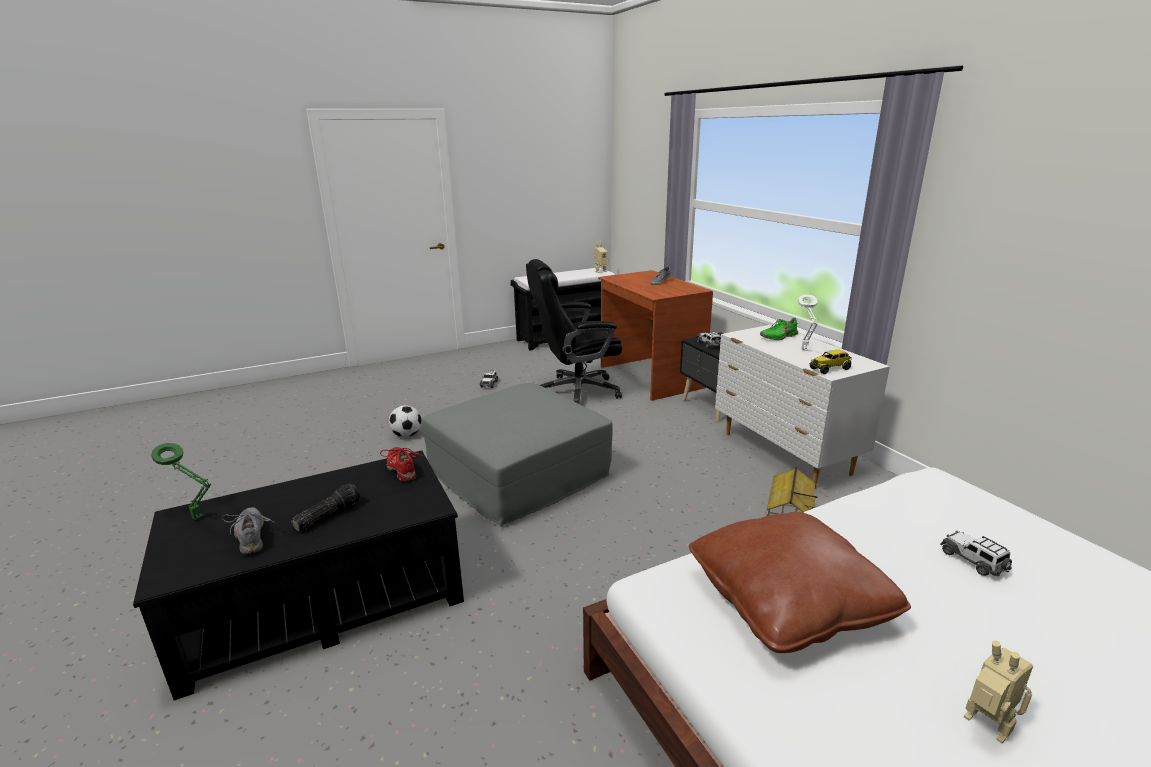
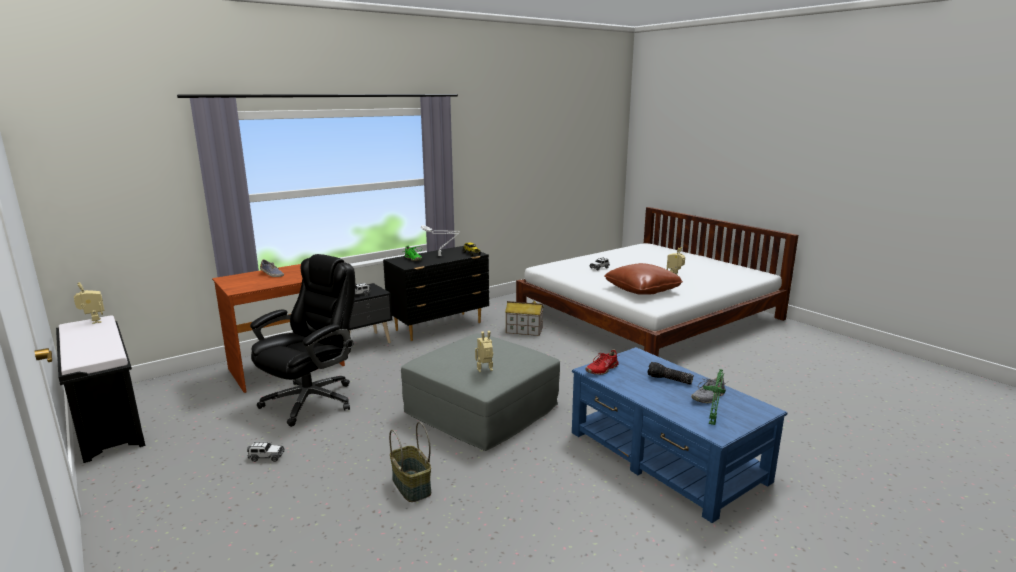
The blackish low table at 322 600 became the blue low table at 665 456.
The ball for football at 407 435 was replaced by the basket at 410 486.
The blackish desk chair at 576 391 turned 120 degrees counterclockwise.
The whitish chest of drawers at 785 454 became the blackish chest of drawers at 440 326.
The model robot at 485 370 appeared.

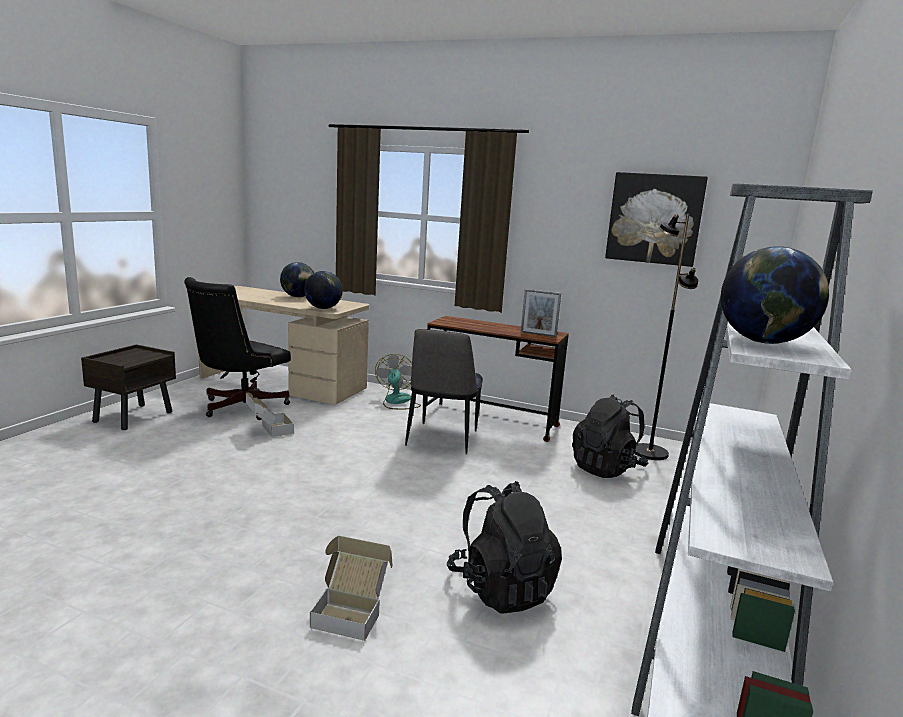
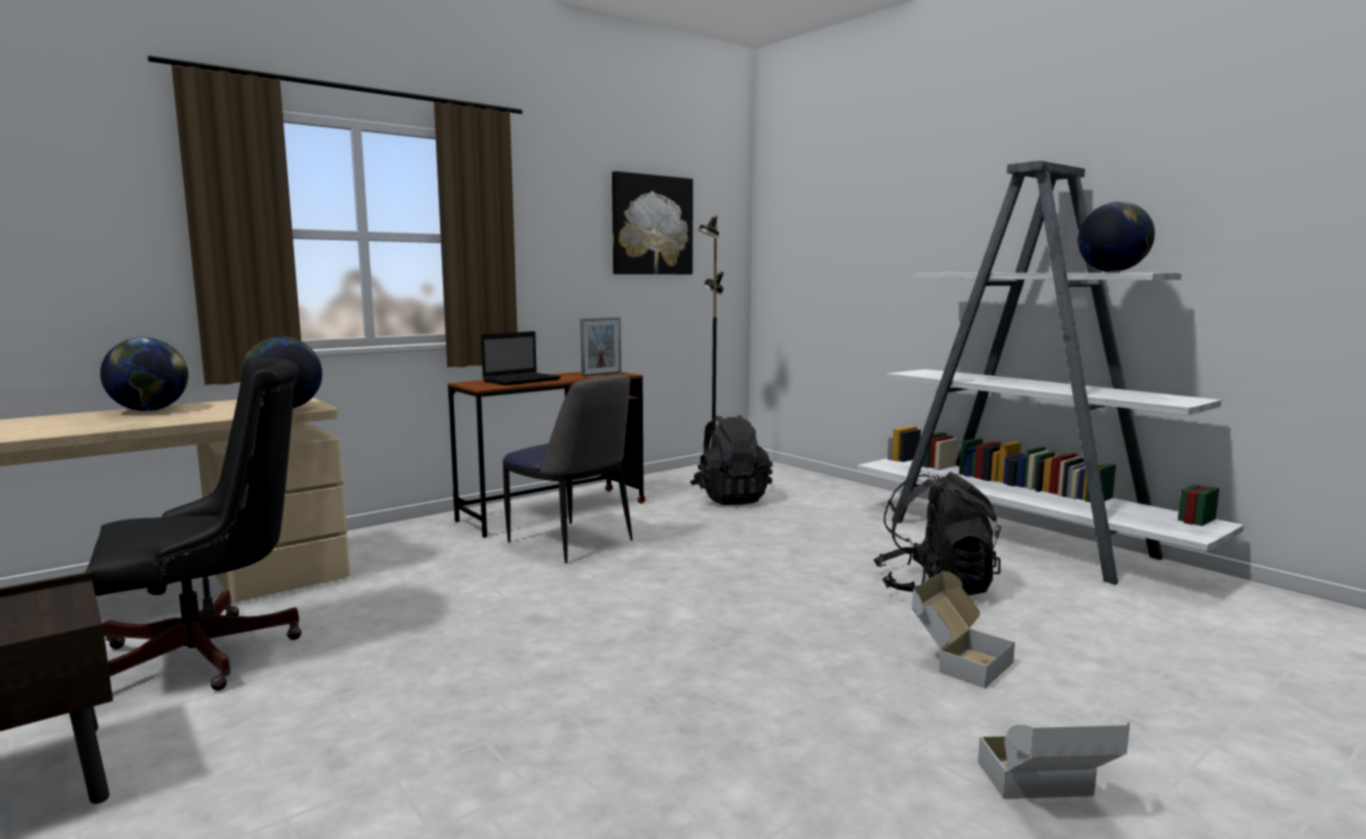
The blackish desk chair at 239 408 turned 90 degrees counterclockwise.
The packing box moved from 268 430 to 1045 794.
The electric fan at 397 402 disappeared.
The notebook computer at 523 380 appeared.

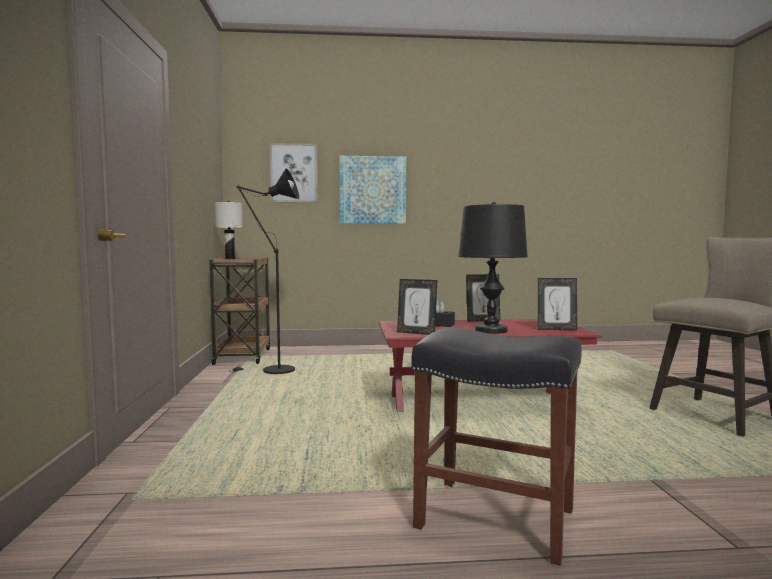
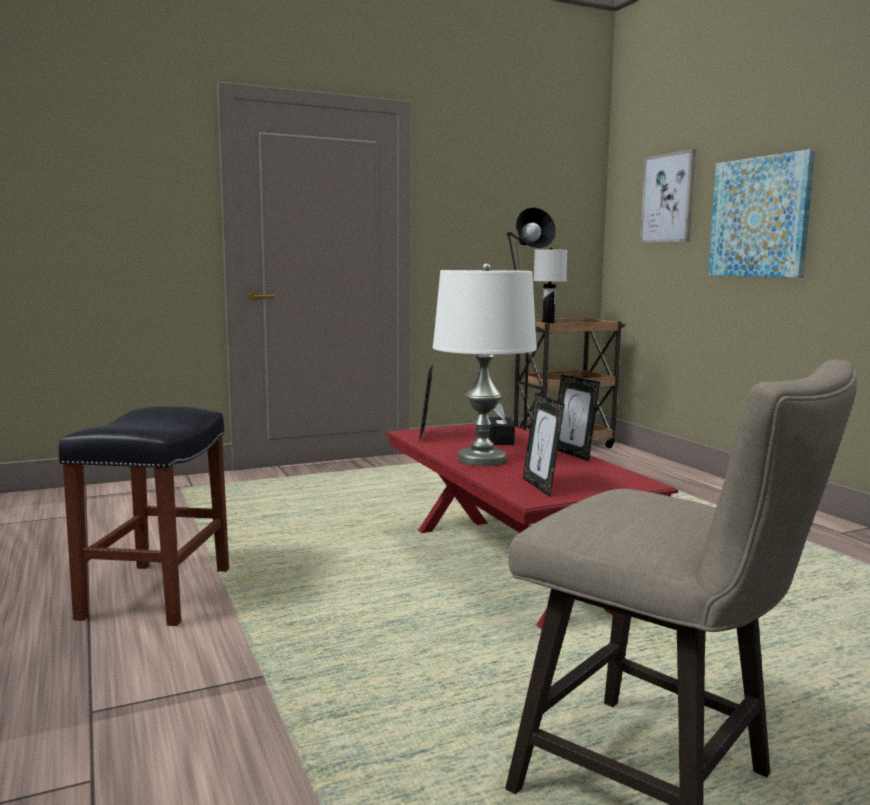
The blackish table lamp at 491 330 became the whitish table lamp at 482 459.

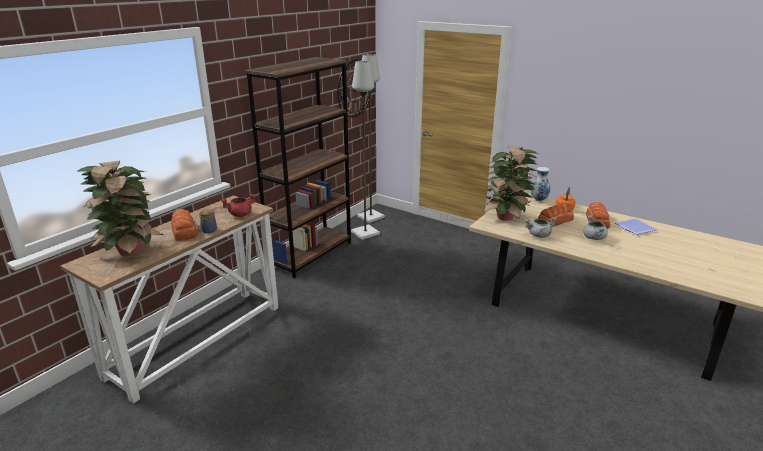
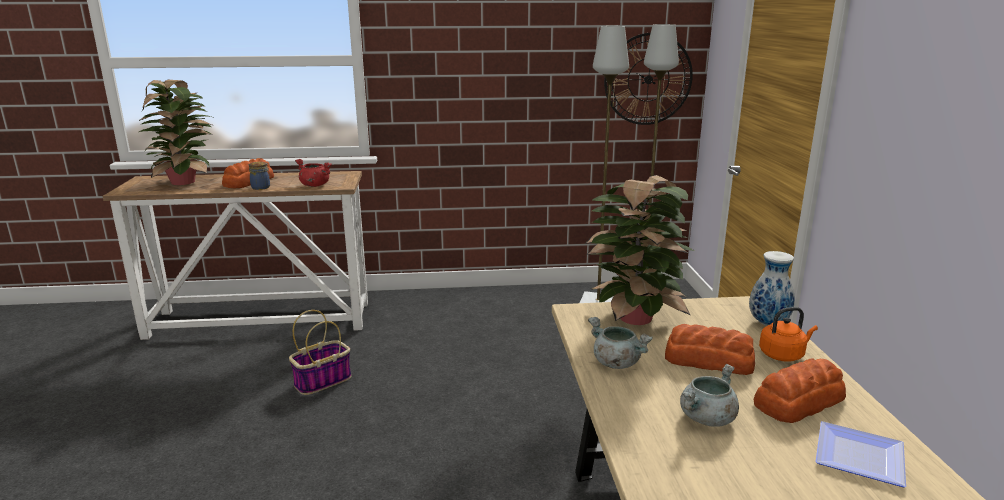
The brown-coloured bookshelf at 311 254 disappeared.
The basket at 323 381 appeared.

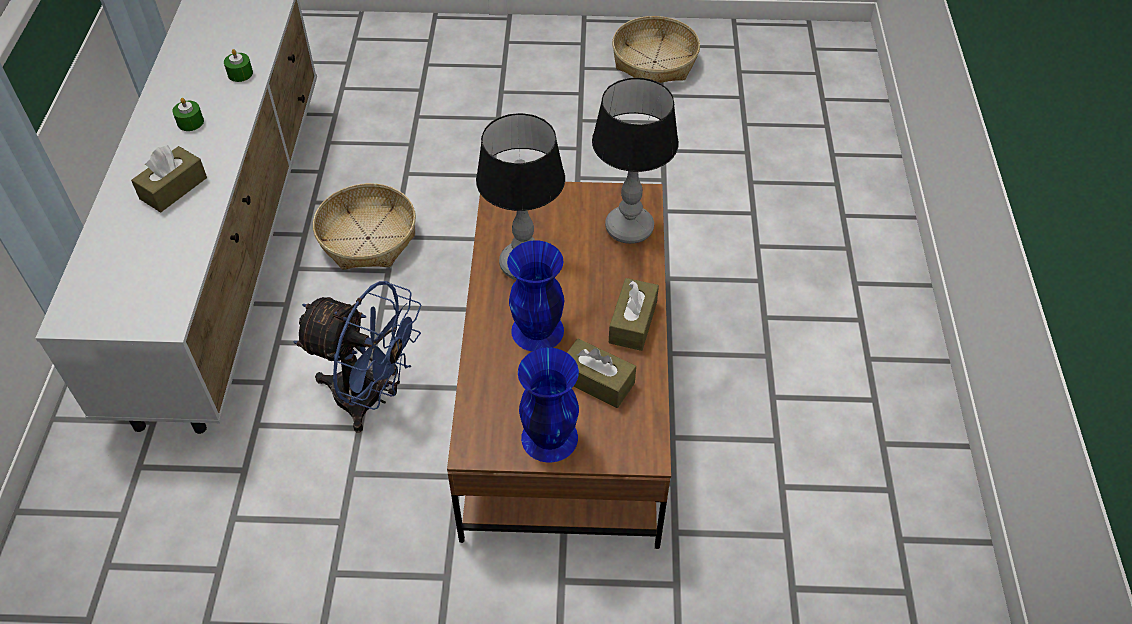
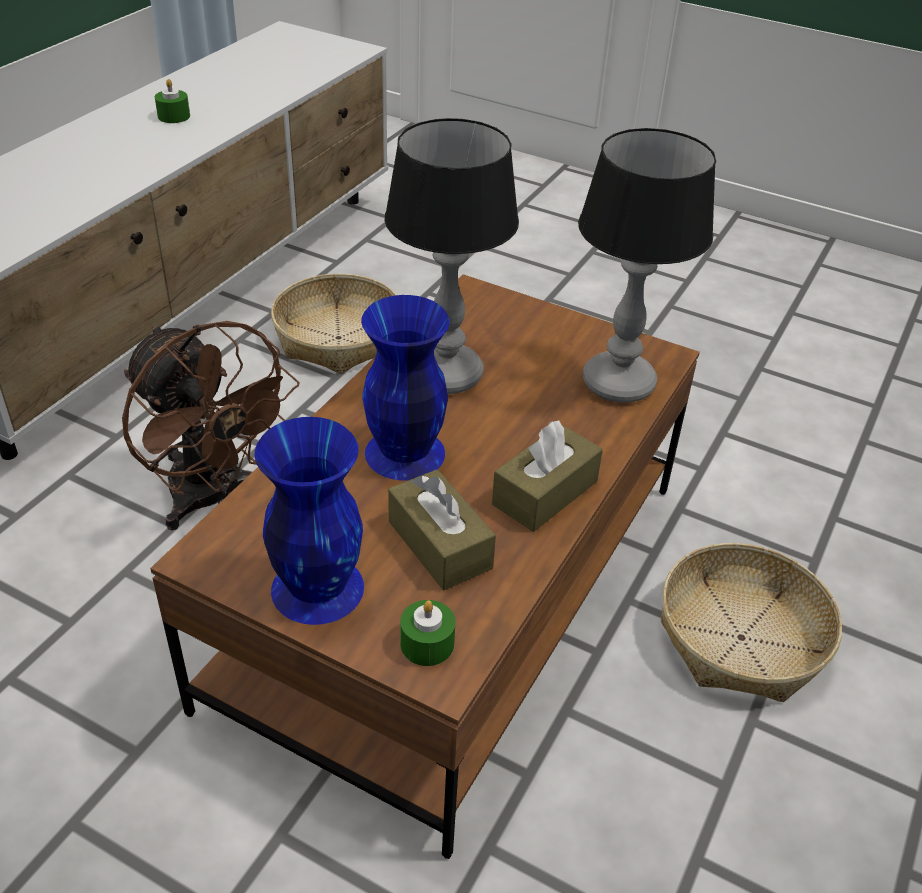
The brown-coloured tissue box at 173 188 disappeared.
The greenish candle moved from 240 73 to 427 644.
The blue electric fan at 371 398 became the brown-coloured electric fan at 214 499.
The basket moved from 654 62 to 740 637.

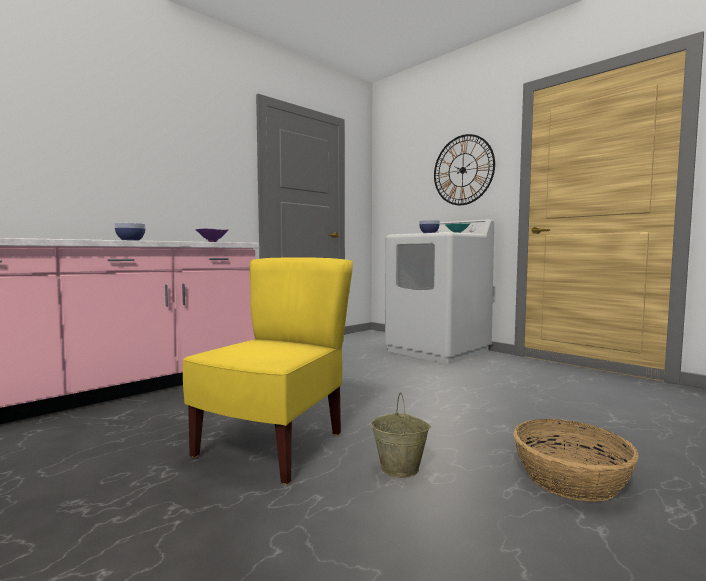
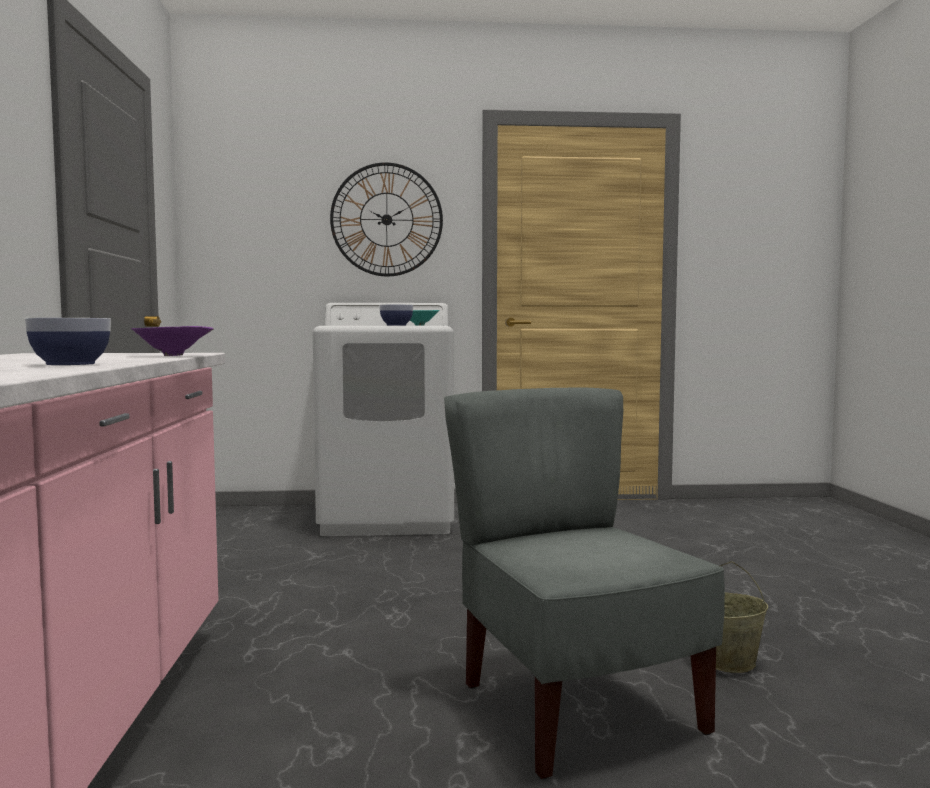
The yellow chair at 273 445 became the greyish chair at 576 710.
The basket at 570 479 disappeared.

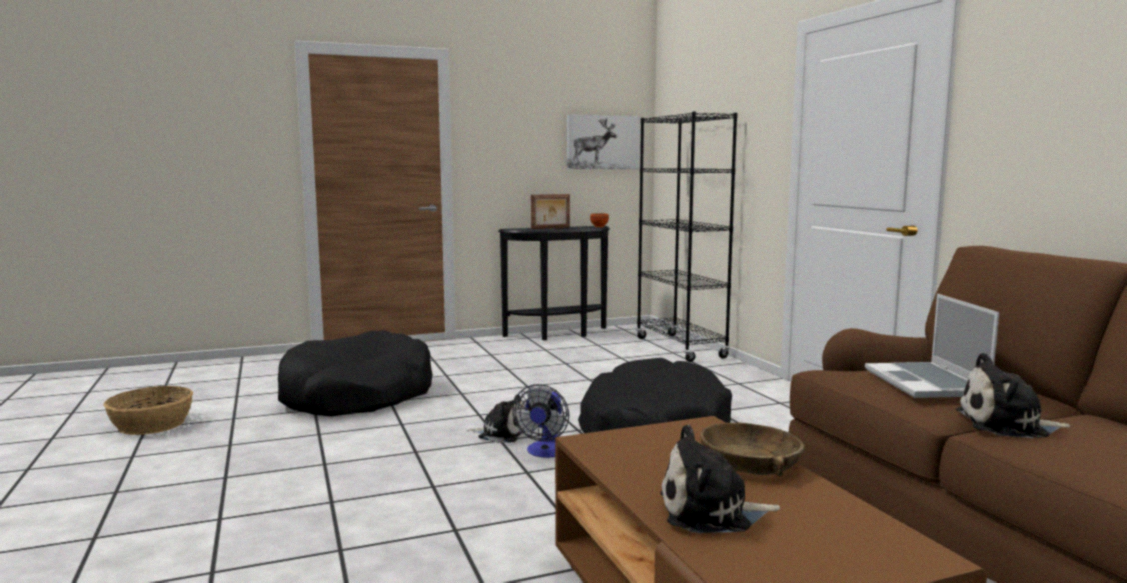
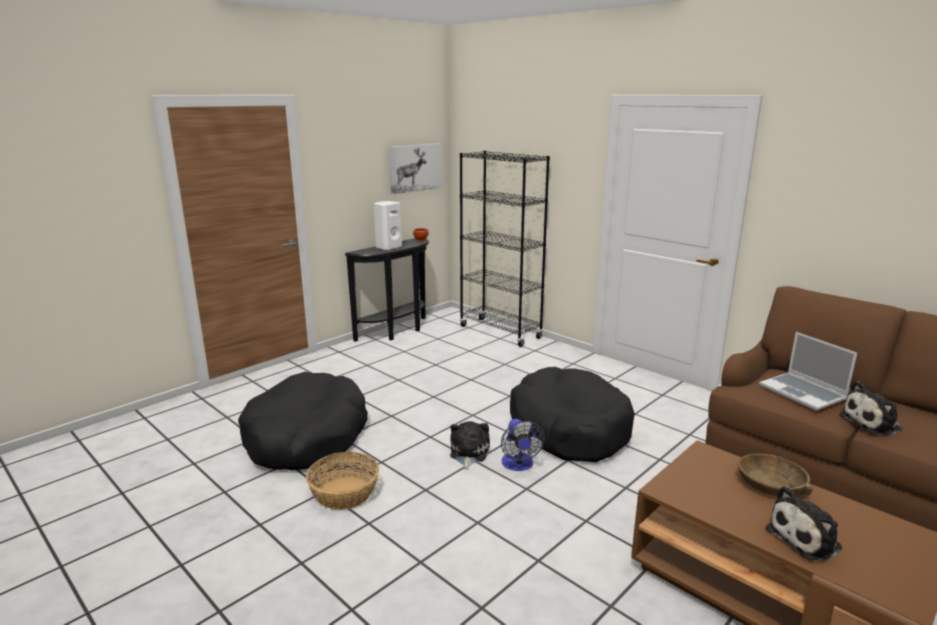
The basket moved from 151 425 to 344 493.
The plush toy at 502 433 turned 75 degrees counterclockwise.
The standing frame at 550 228 was replaced by the whitish speaker at 388 247.

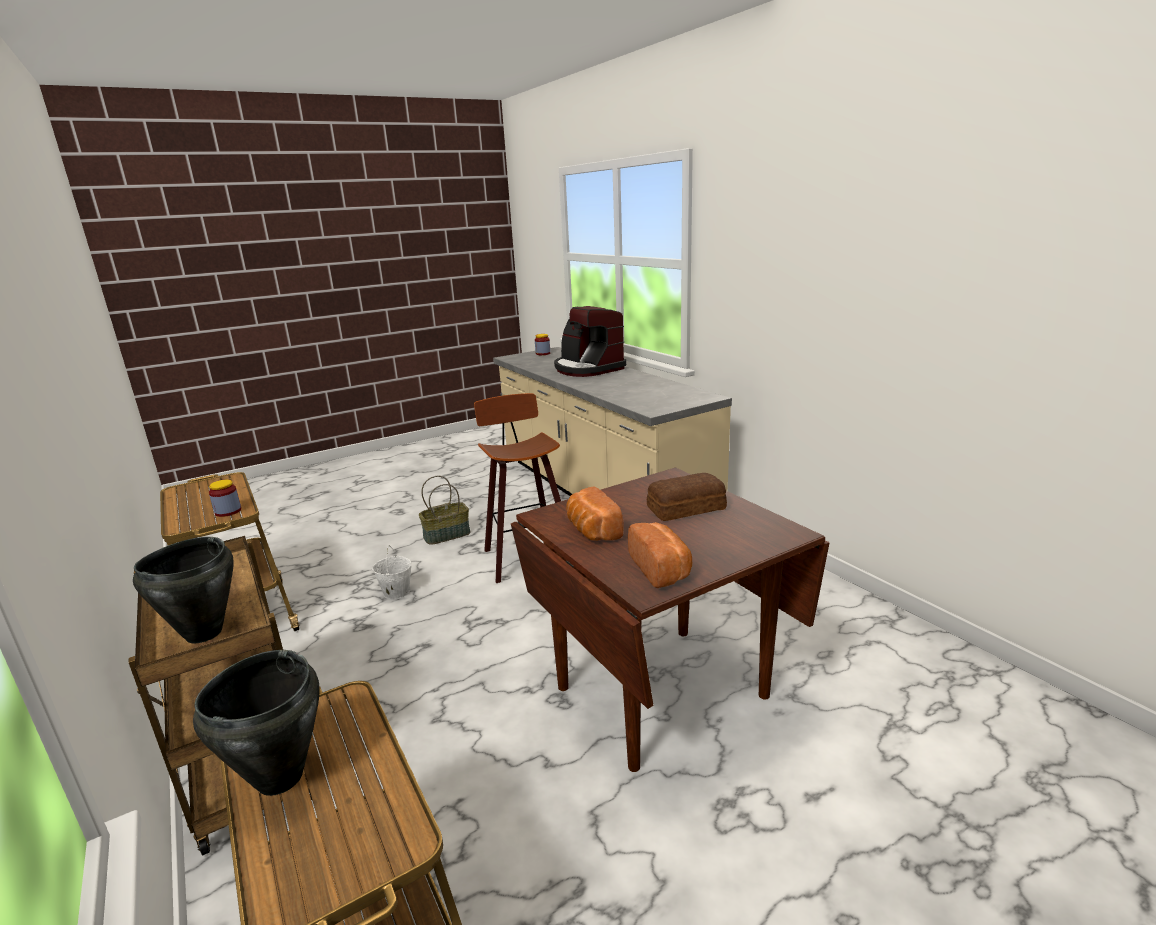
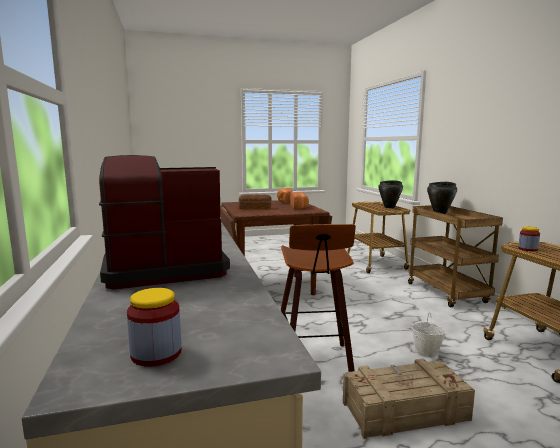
The basket at 447 535 was replaced by the shipping crate at 403 411.
The coffee maker at 587 368 turned 90 degrees counterclockwise.

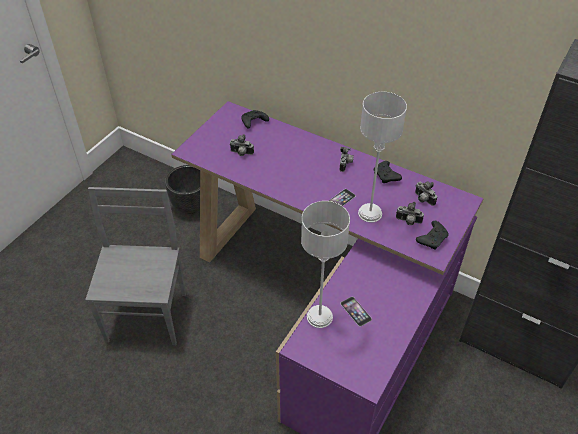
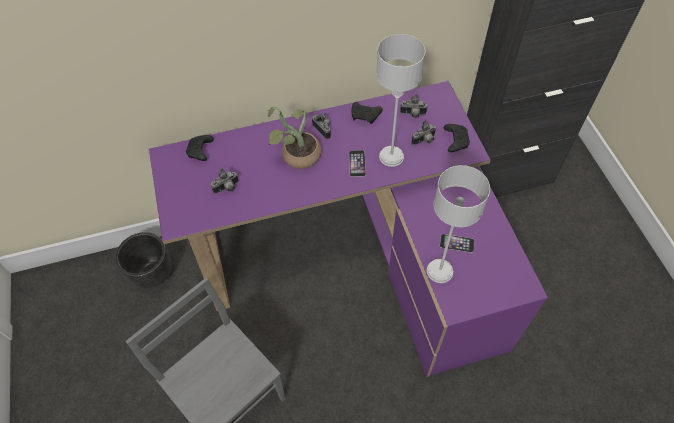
The plant in a pot at 296 156 appeared.

